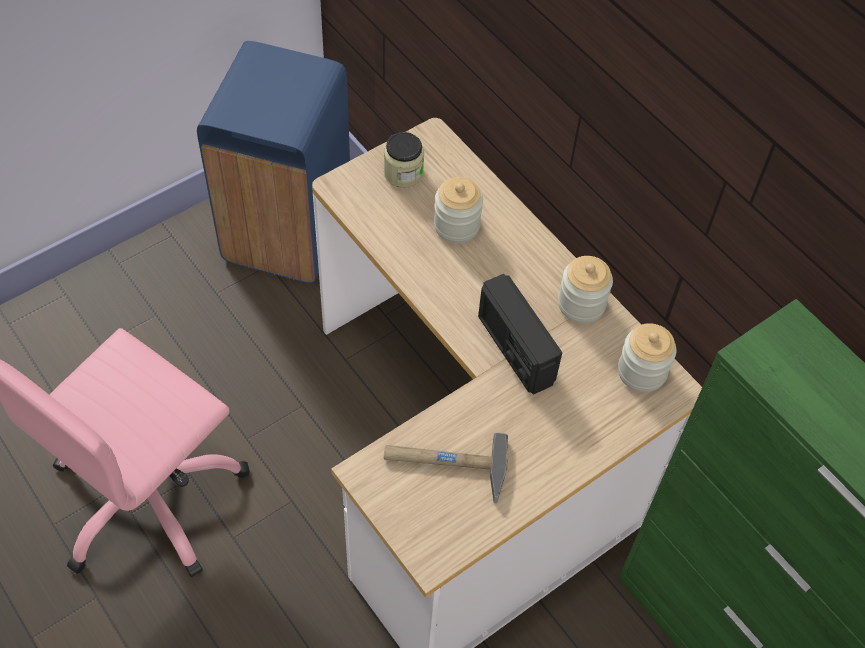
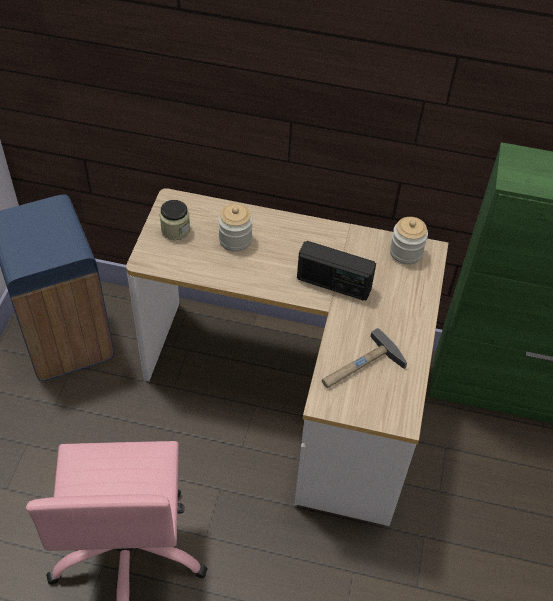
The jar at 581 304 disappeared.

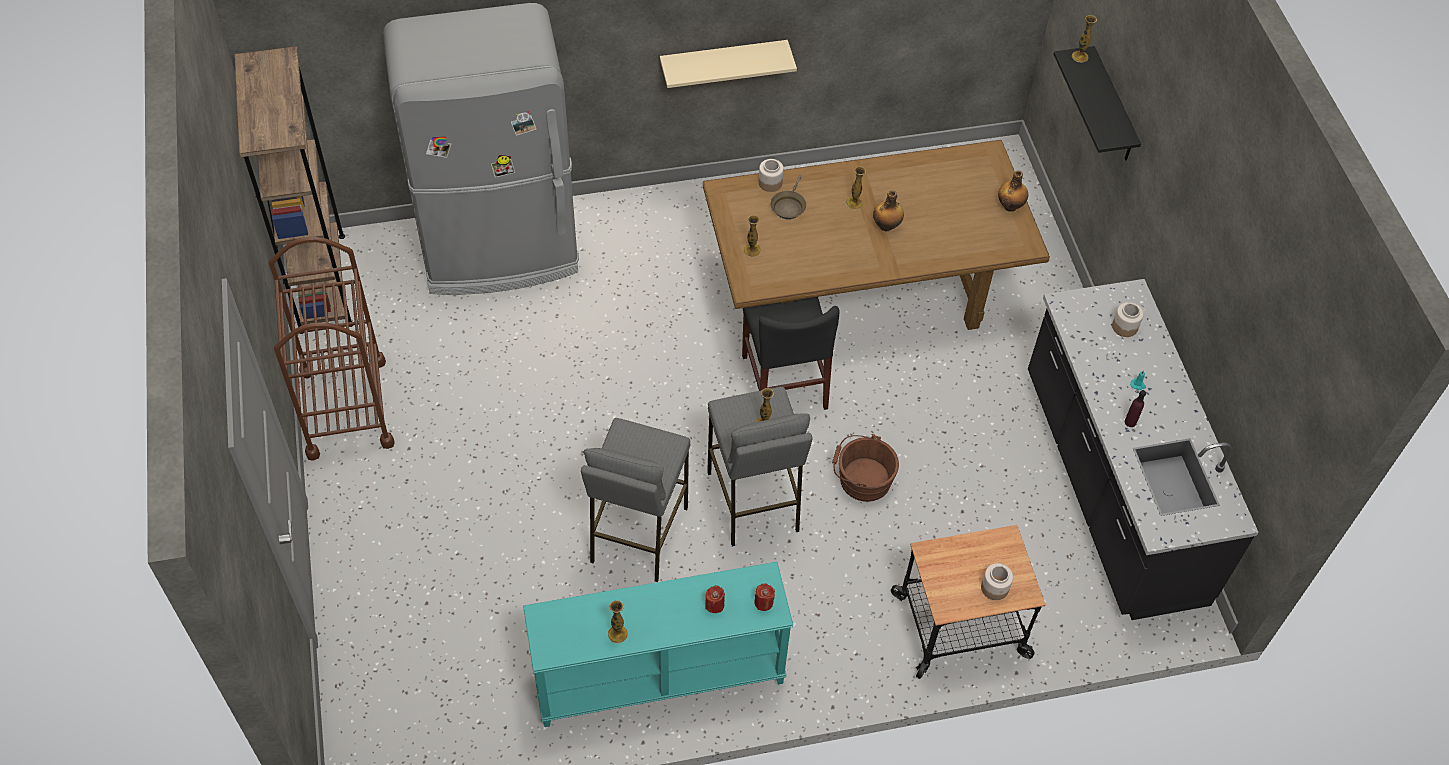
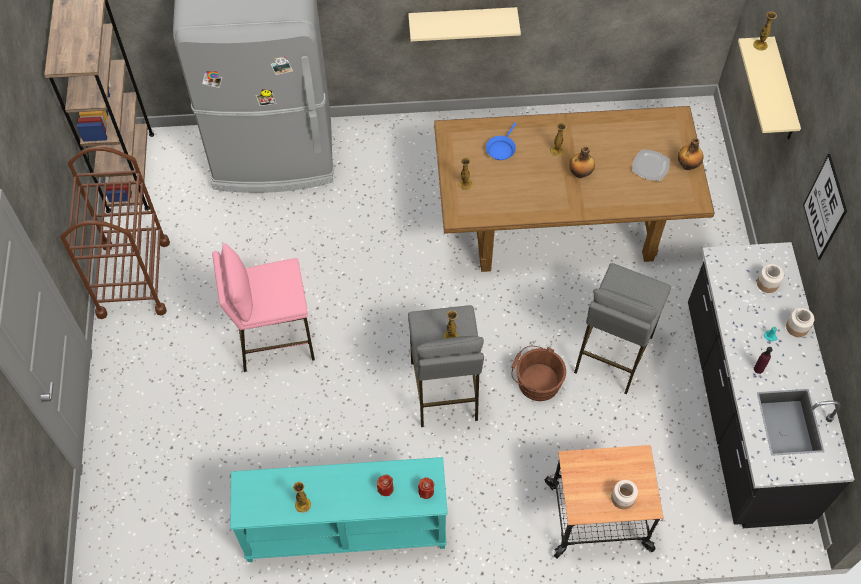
The greyish sitting stool moved from 637 534 to 612 354.
The blackish chair at 784 382 disappeared.
The jar moved from 770 183 to 796 327.
The brown-coloured pan at 788 206 became the blue pan at 501 149.
The blackish shelf at 1113 107 became the beige-coloured shelf at 783 92.
The pink-coloured sitting stool at 275 340 appeared.
The flat dish at 651 166 appeared.
The picture at 825 207 appeared.

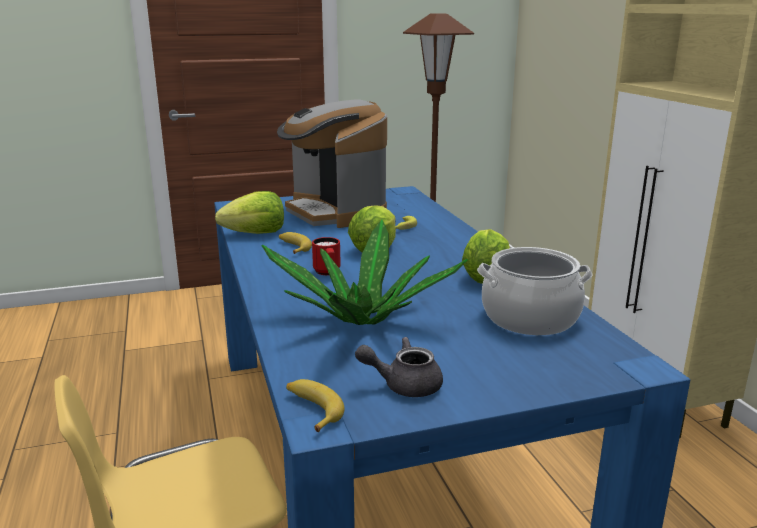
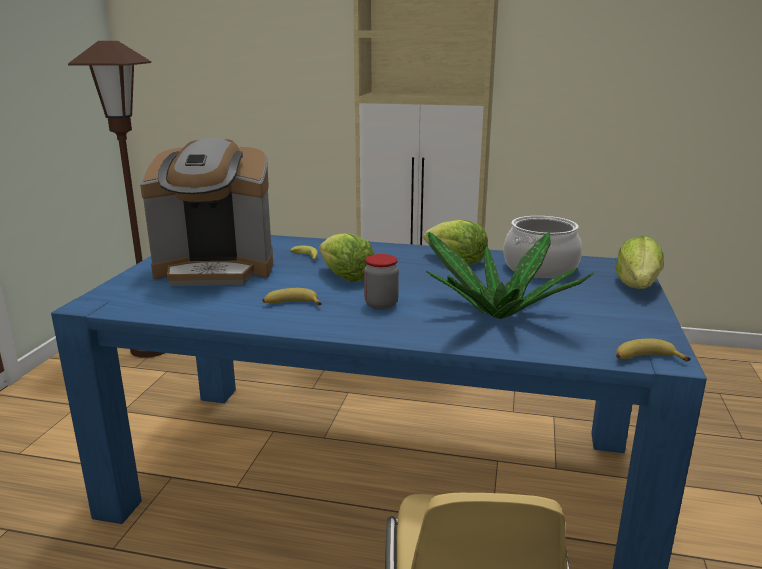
The lettuce head moved from 255 233 to 637 286.
The red-coloured tea mug at 327 273 was replaced by the jar at 381 304.
The greyish pot for tea at 404 385 disappeared.

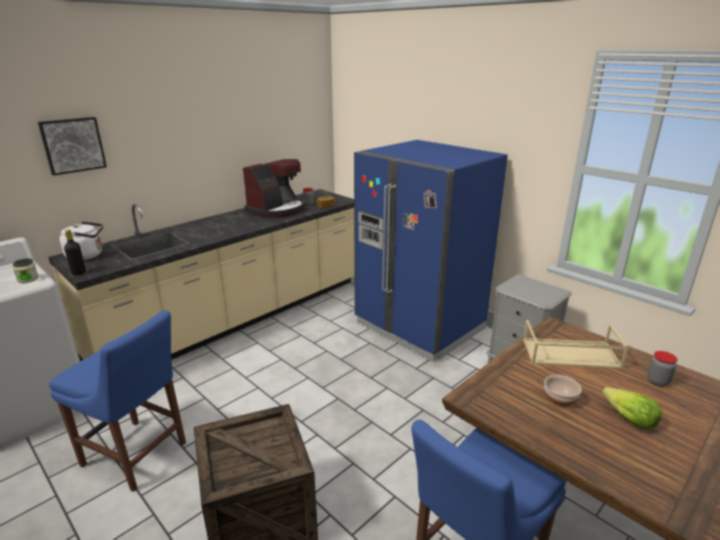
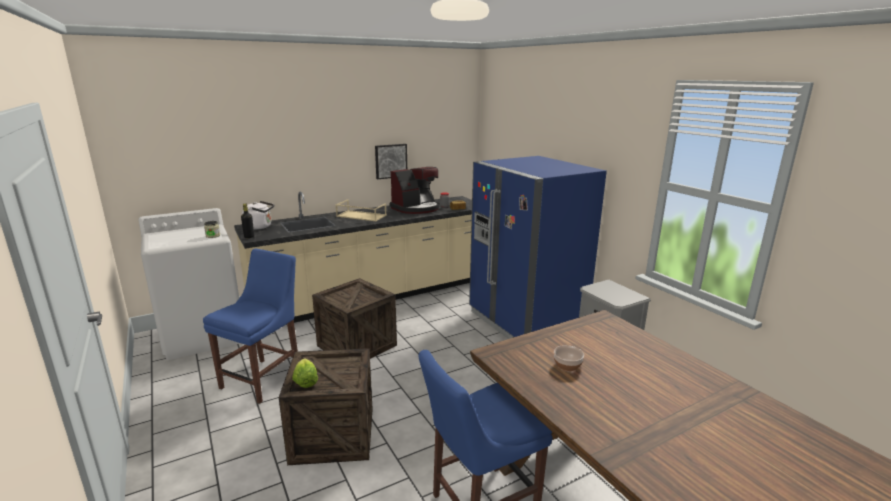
The picture moved from 73 145 to 390 161.
The blue chair at 137 456 turned 105 degrees counterclockwise.
The beige-coloured tray moved from 569 354 to 360 216.
The lettuce head moved from 628 419 to 305 381.
The jar at 657 381 disappeared.
The shipping crate at 357 345 appeared.

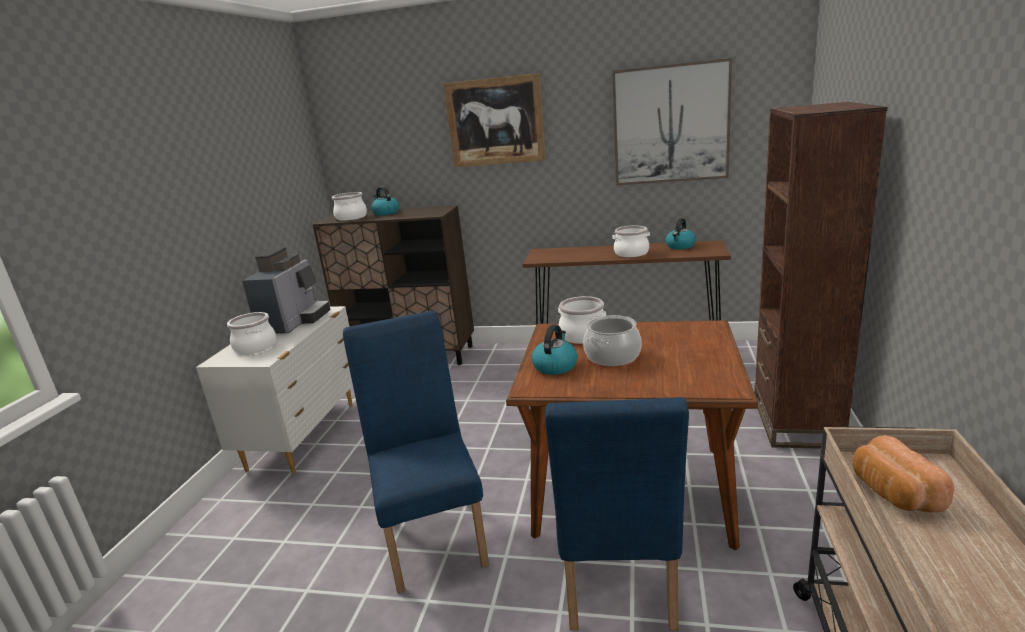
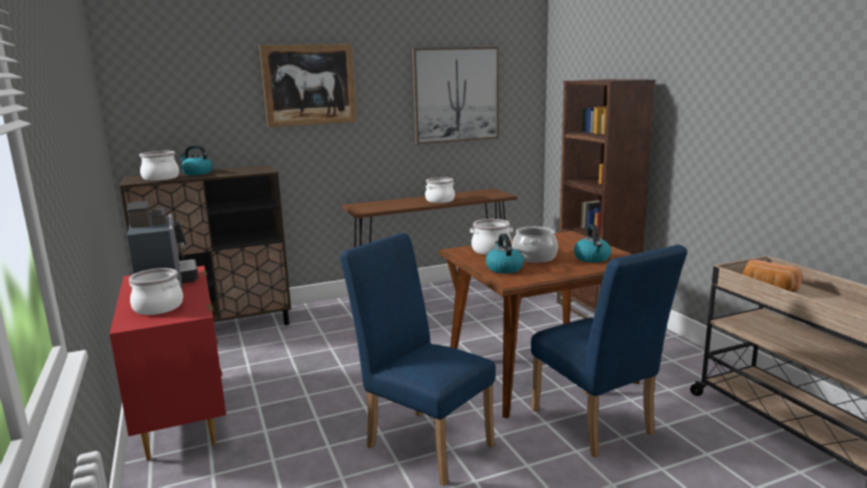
The whitish chest of drawers at 305 435 became the red-coloured chest of drawers at 183 413.
The water kettle moved from 680 246 to 592 258.

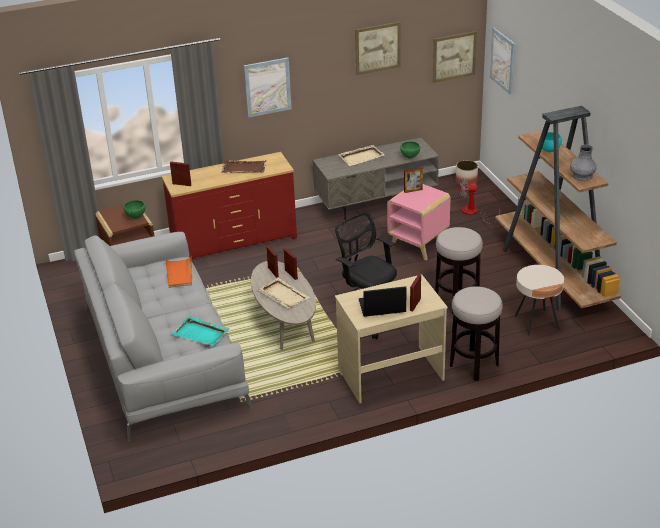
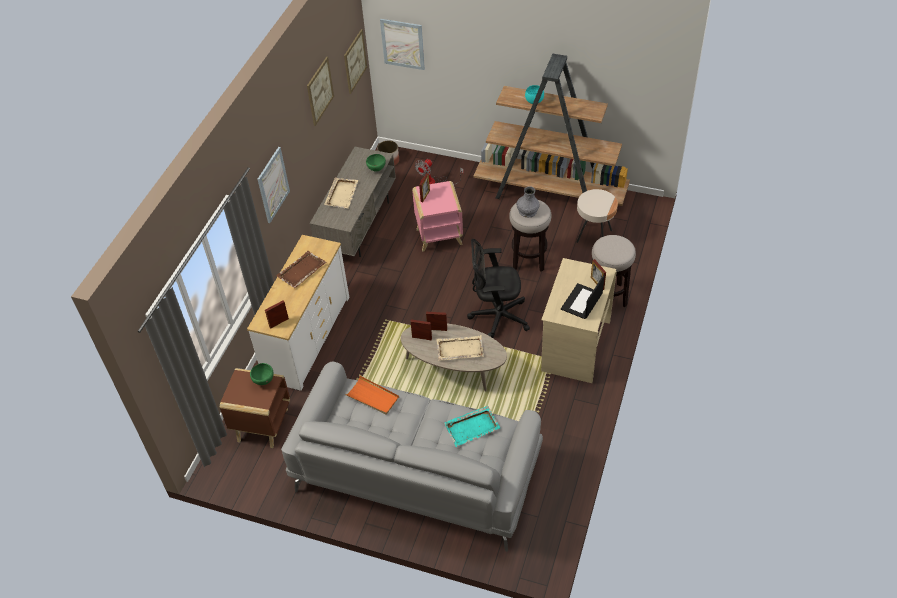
The red-coloured chest of drawers at 234 241 became the whitish chest of drawers at 307 338.
The greyish flower vase moved from 582 175 to 527 211.

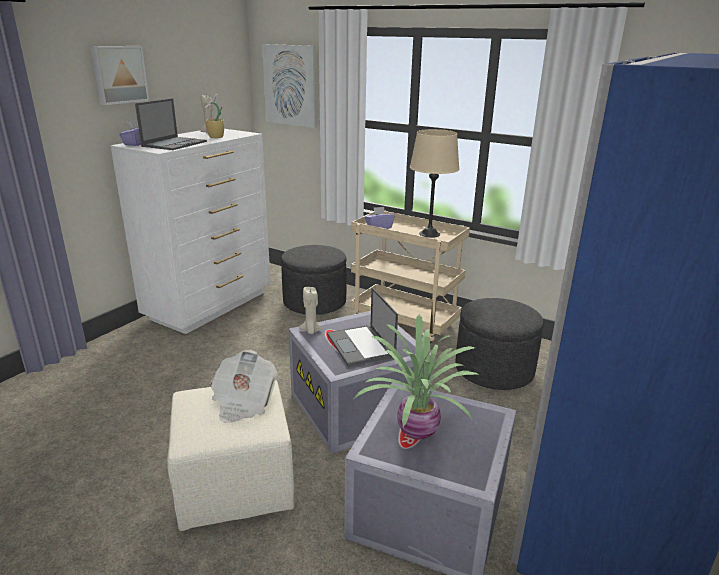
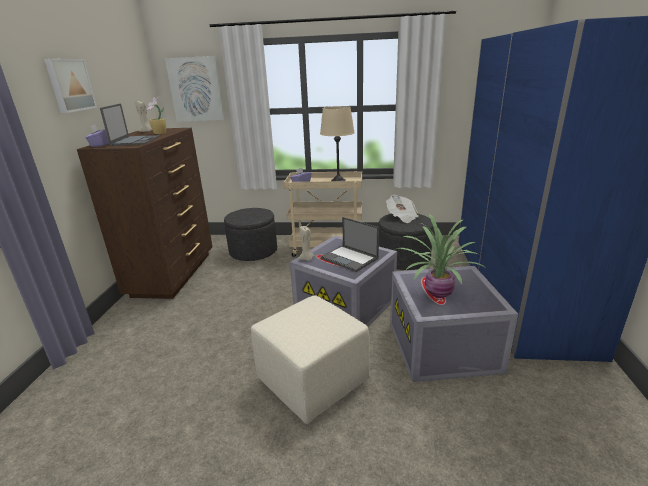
The whitish chest of drawers at 211 305 became the brown-coloured chest of drawers at 174 274.
The daily paper moved from 243 402 to 401 217.

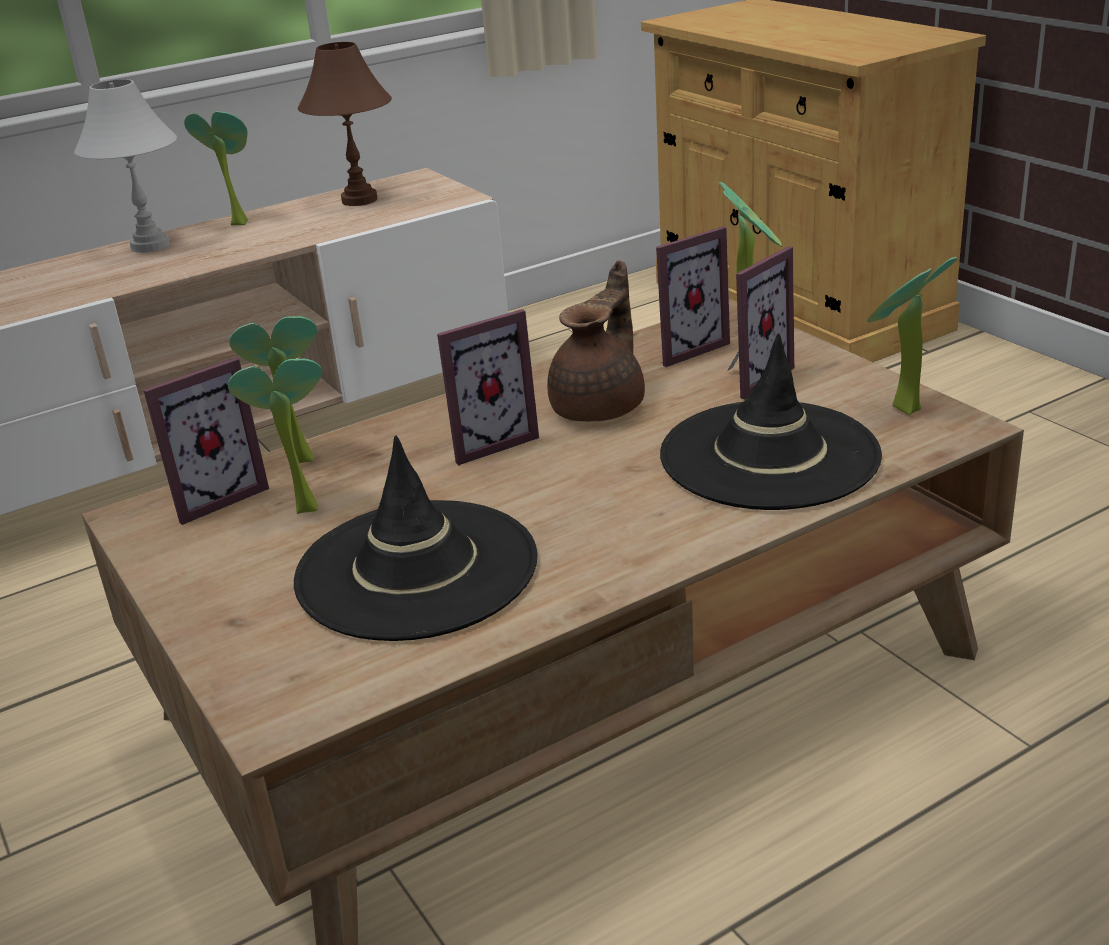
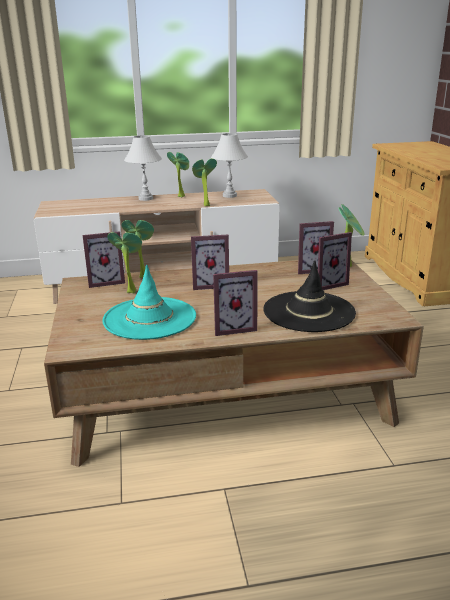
The blackish wearable hat at 416 570 became the turquoise wearable hat at 149 318.
The brown-coloured table lamp at 360 200 became the whitish table lamp at 230 195.
The brown-coloured pot for tea at 601 407 disappeared.
The plant in a pot moved from 900 410 to 204 205.
The standing frame at 233 328 appeared.

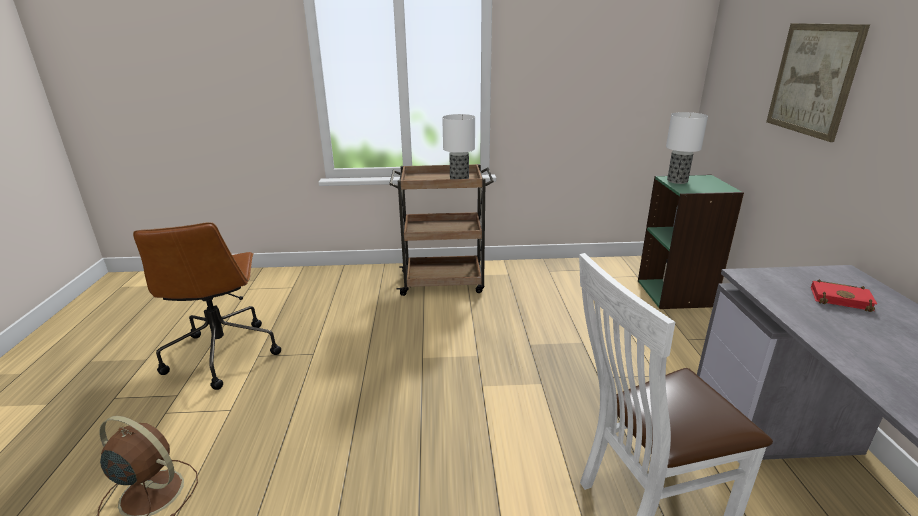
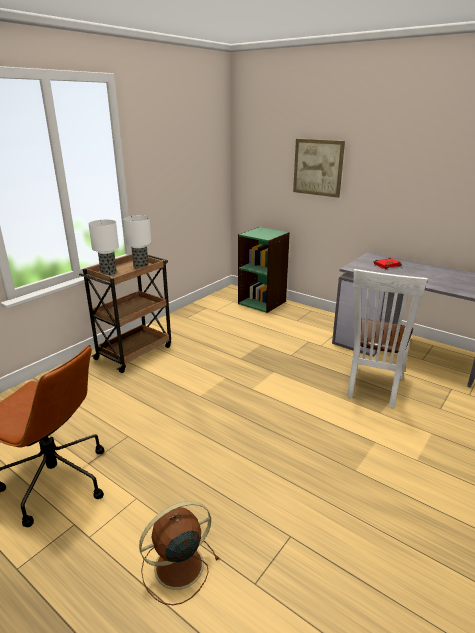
The table lamp moved from 676 181 to 108 273.

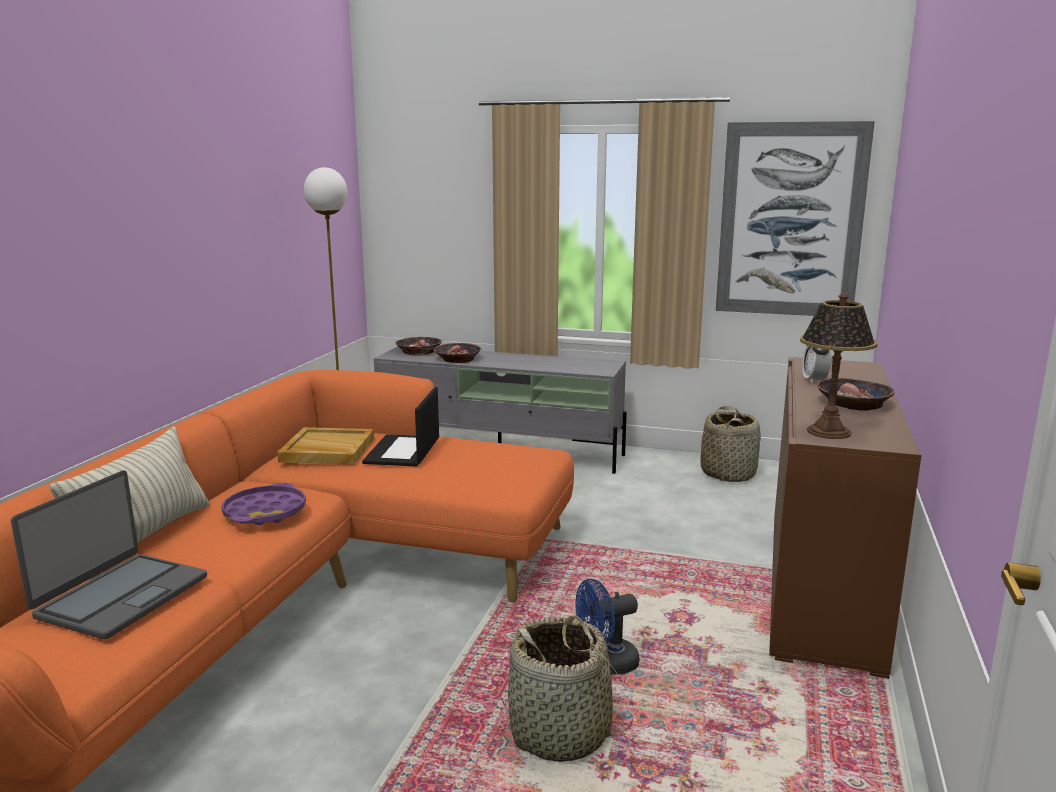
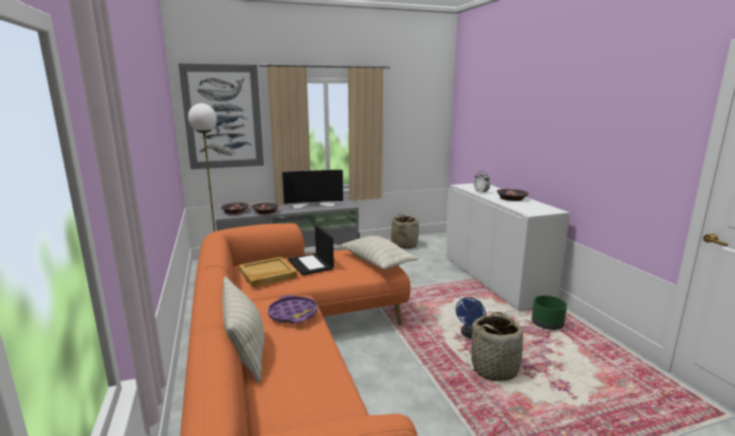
The notebook computer at 121 596 disappeared.
The picture moved from 790 220 to 223 117.
The brown-coloured cupboard at 821 585 became the whitish cupboard at 494 279.
The table lamp at 828 432 disappeared.
The TV set at 314 204 appeared.
The cushion at 377 262 appeared.
The greenish planter at 547 324 appeared.

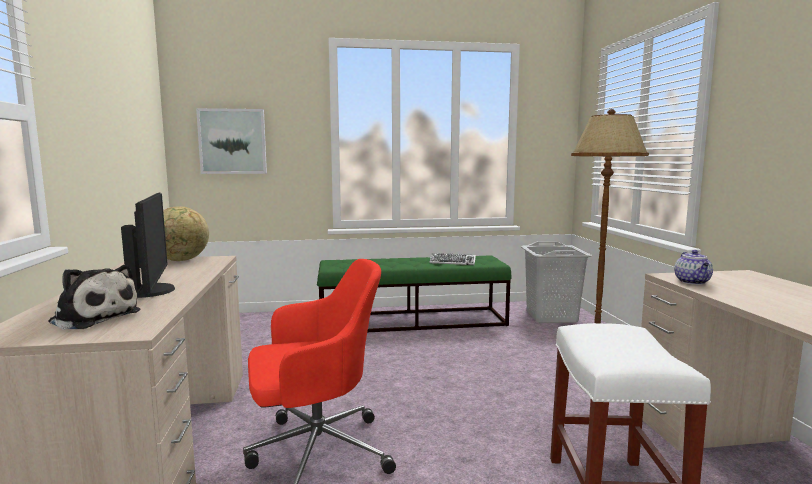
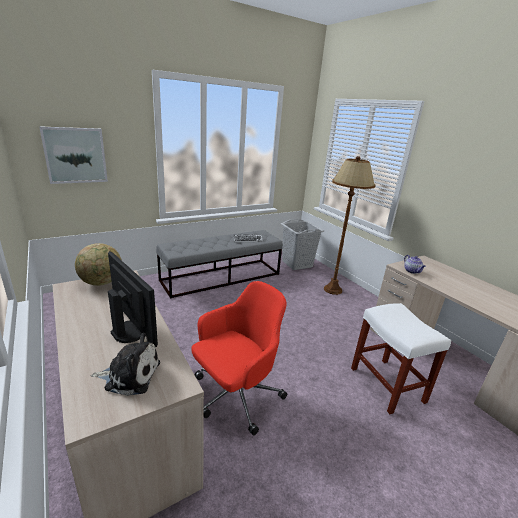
The greenish long seat at 413 321 became the greyish long seat at 222 277.

